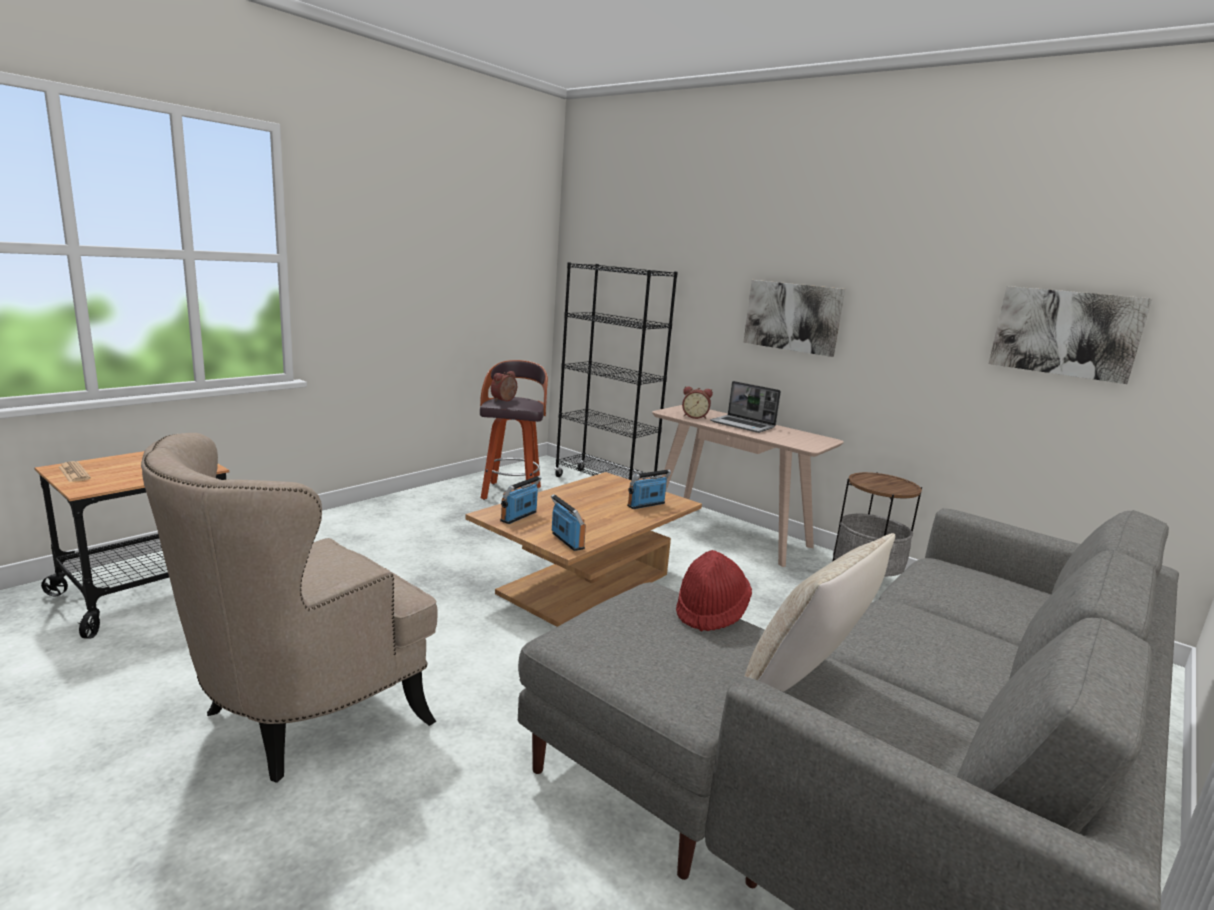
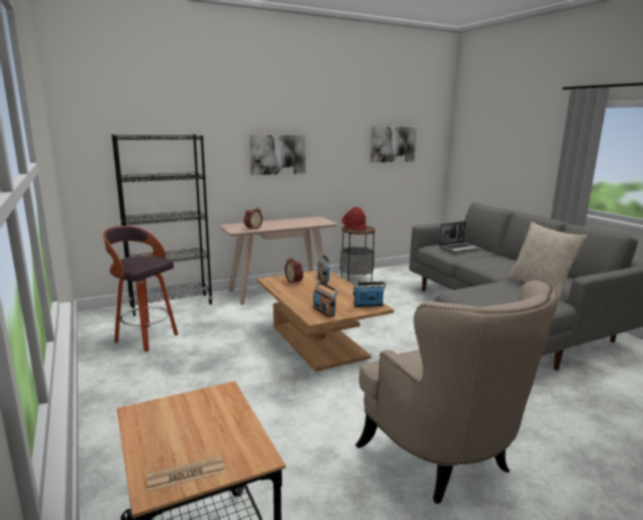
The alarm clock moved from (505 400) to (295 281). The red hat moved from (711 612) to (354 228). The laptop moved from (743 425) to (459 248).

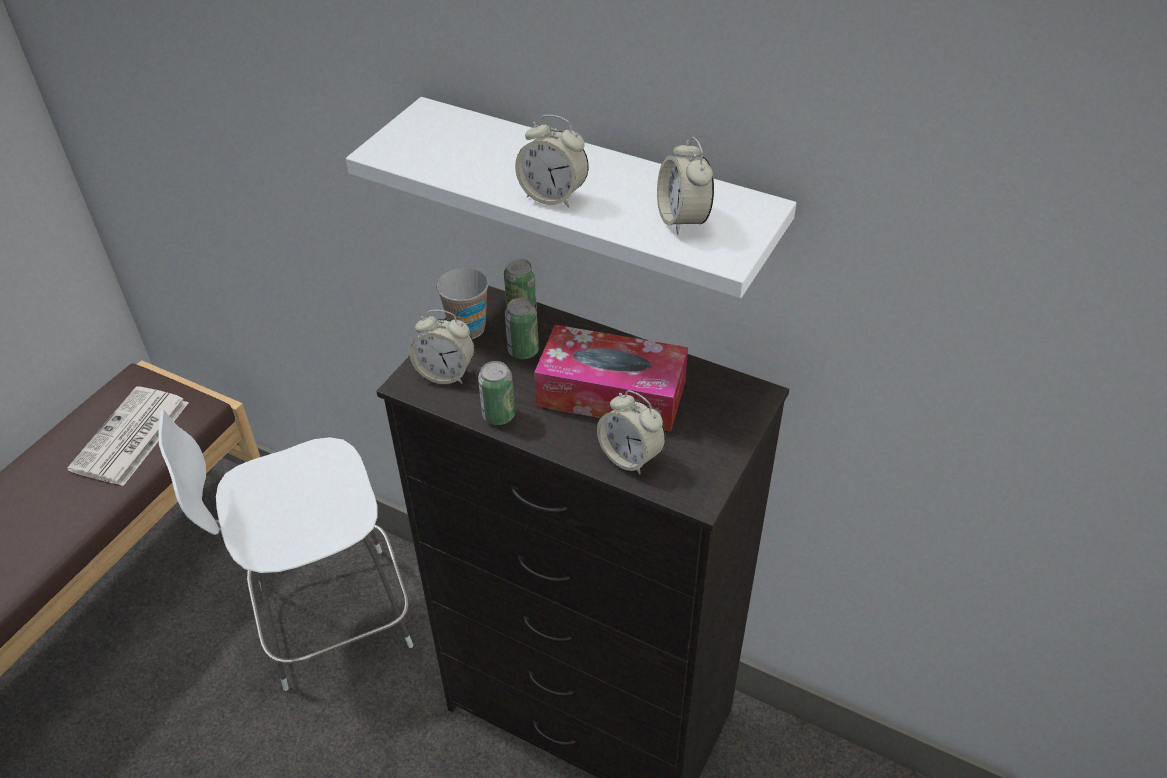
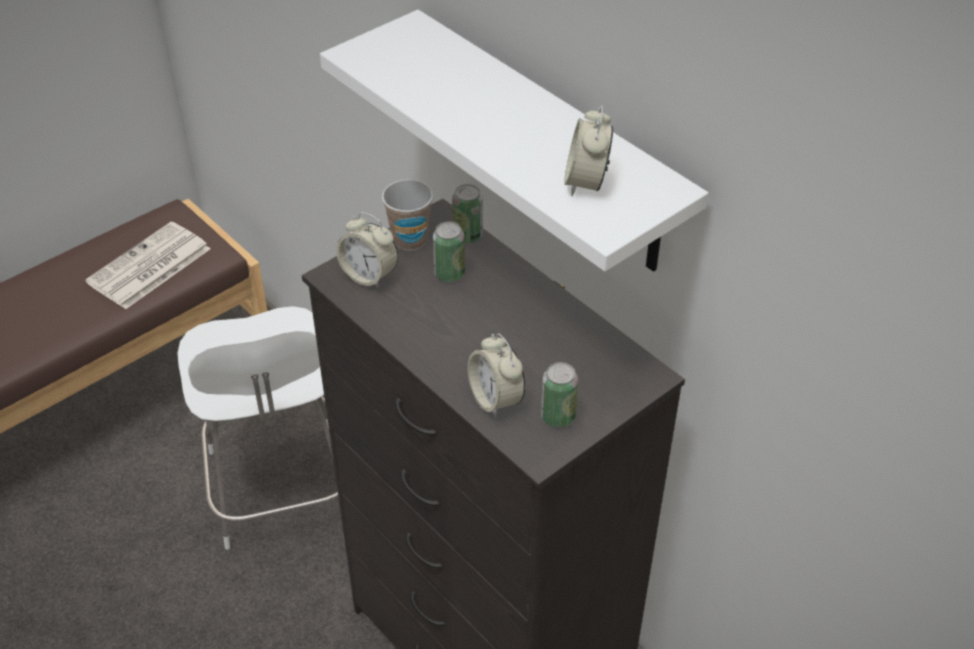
The alarm clock at (553 196) disappeared. The tissue box at (611 393) disappeared. The can moved from (499 415) to (558 416). The white chair at (328 618) turned 105 degrees counterclockwise.

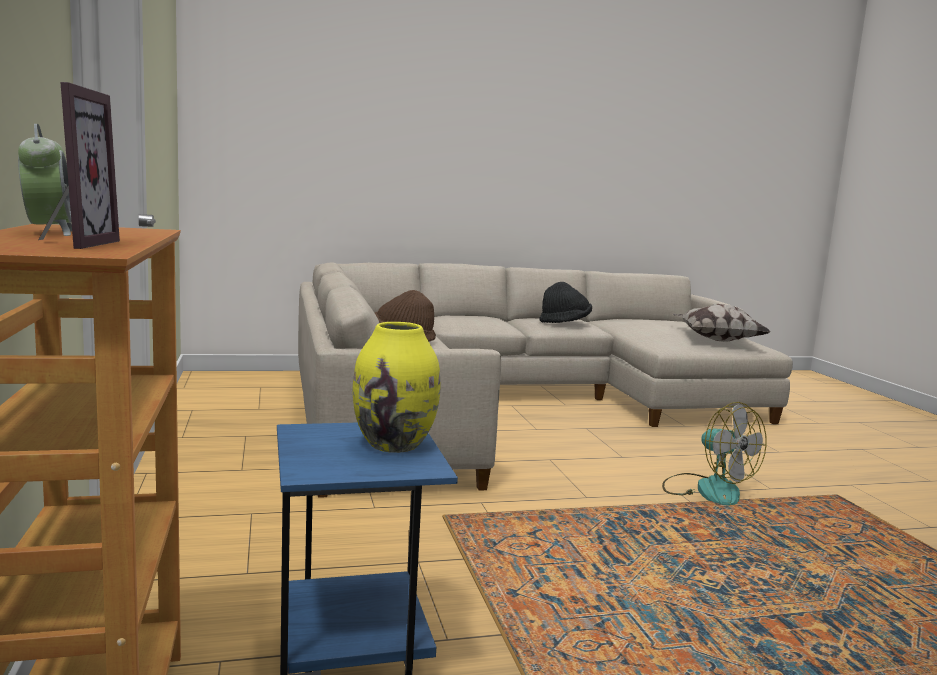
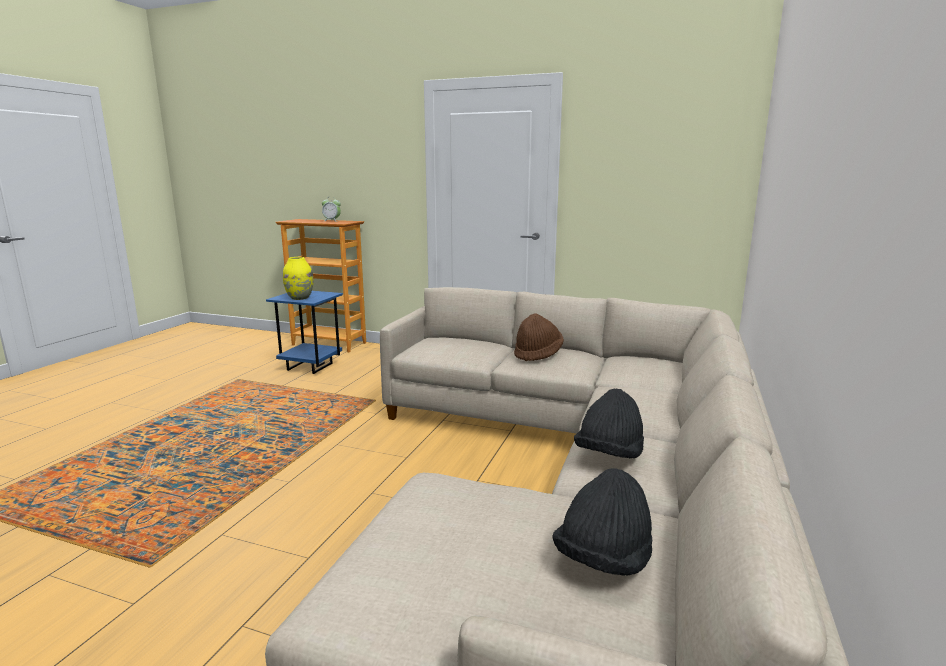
The picture frame at (71 243) disappeared. The fan at (707 489) disappeared. The pillow at (716 340) disappeared. The black hat at (603 560) appeared.

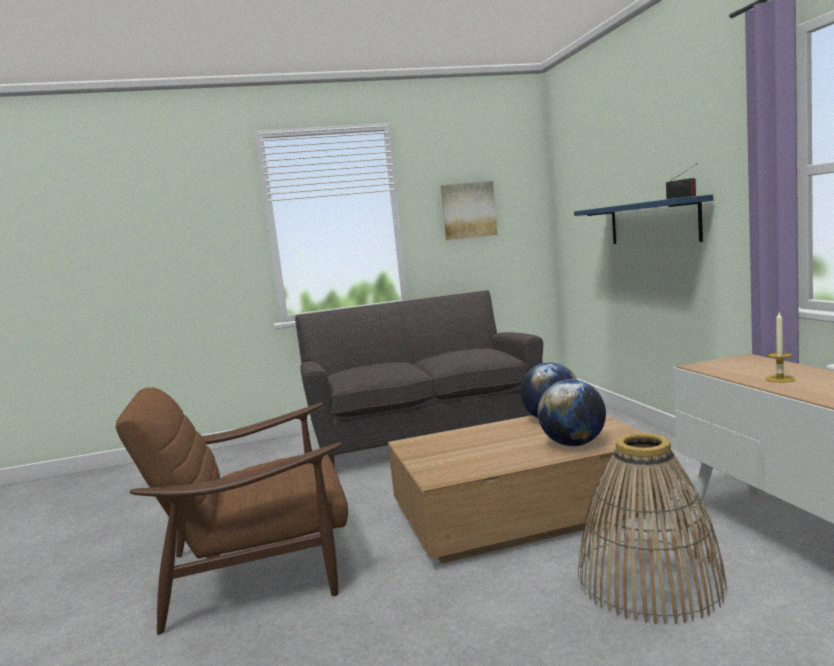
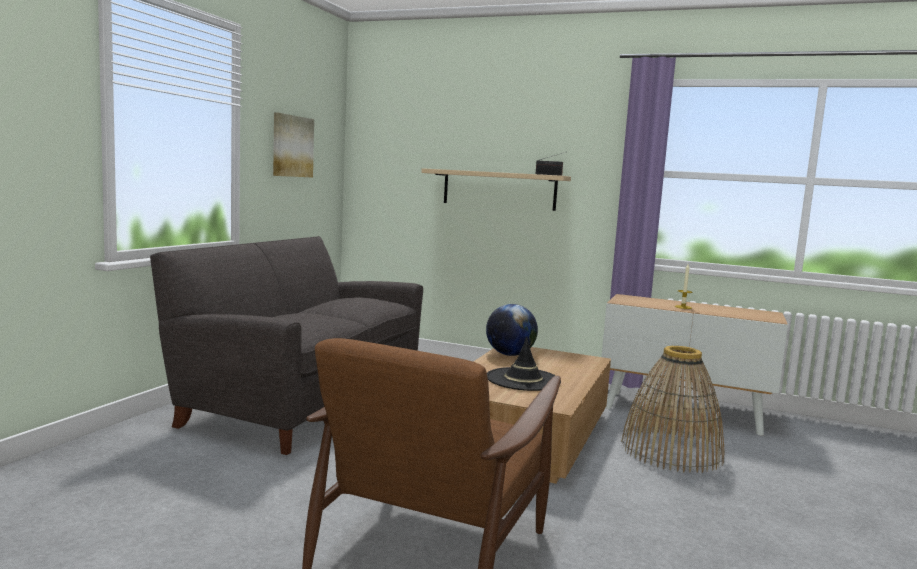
The globe at (573 444) disappeared. The black hat at (523 380) appeared. The blue shelf at (653 222) became the beige shelf at (499 189).

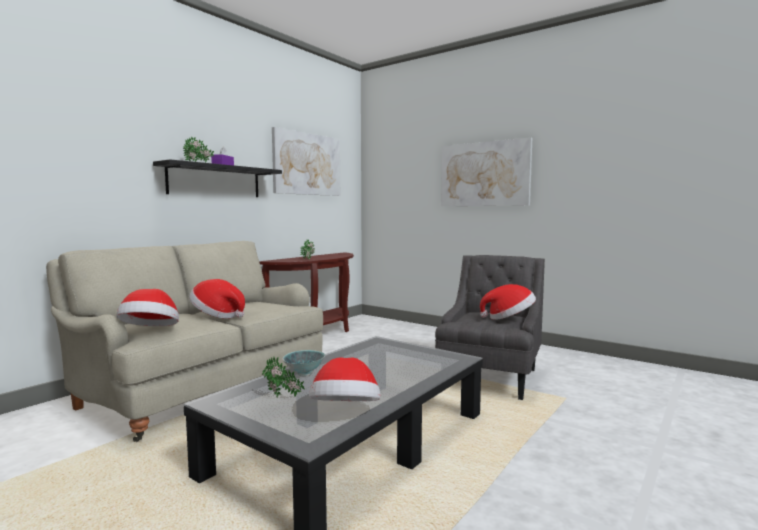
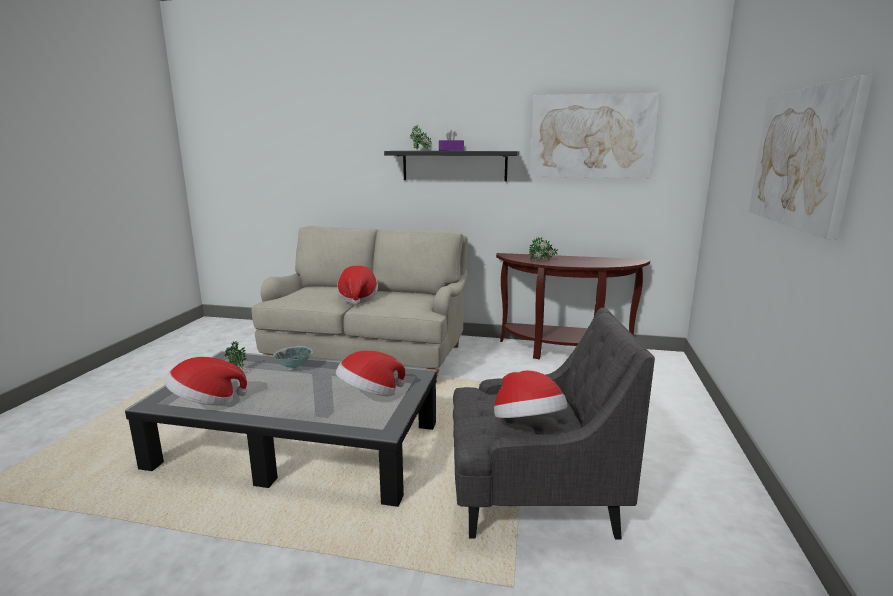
The hat moved from (151 331) to (370 395).

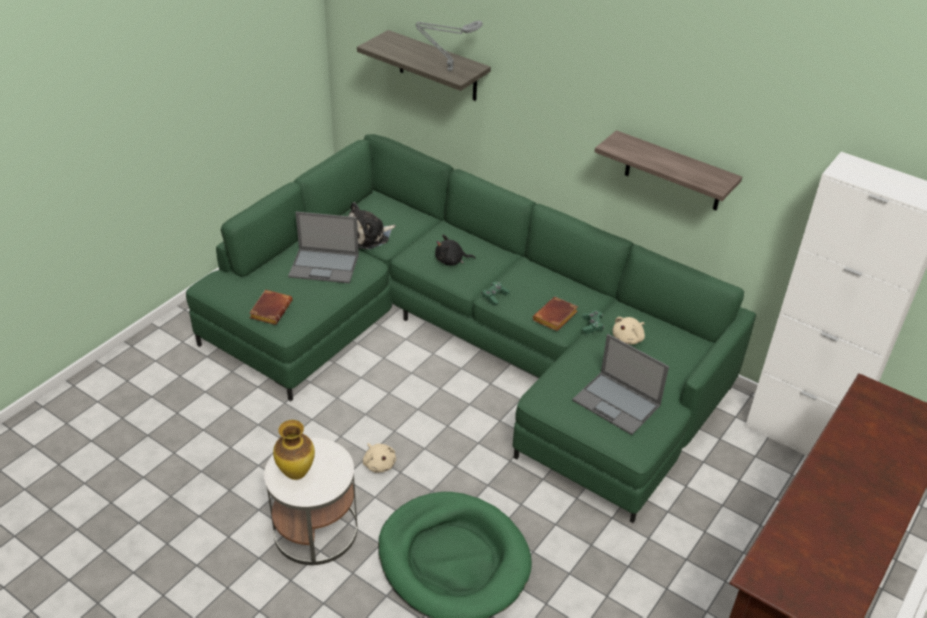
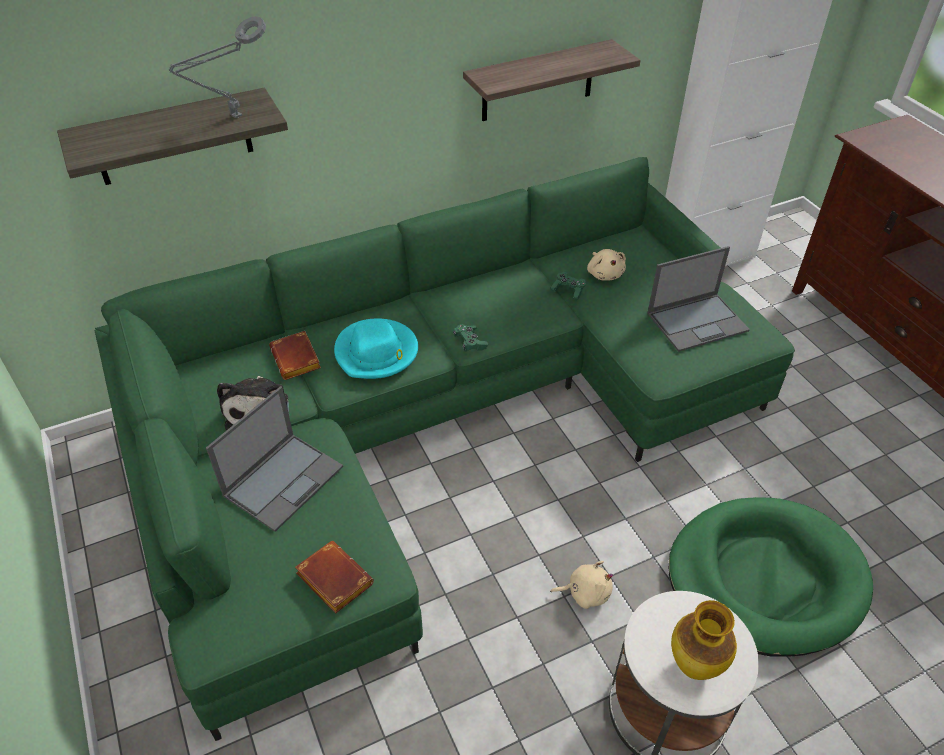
The brown book moved from (555 318) to (297 360). The black plush toy at (451 261) was replaced by the turquoise hat at (377 352).

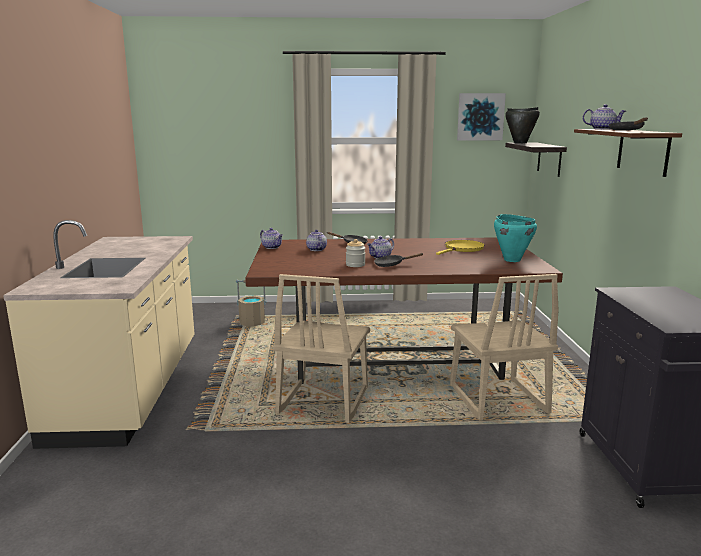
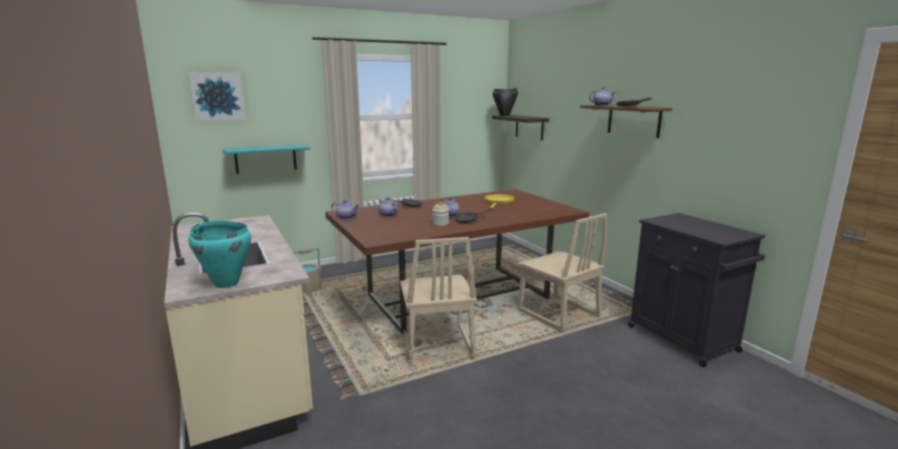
The turquoise shelf at (266 158) appeared. The picture moved from (480 117) to (217 96). The turquoise cooking pot moved from (512 260) to (226 283).

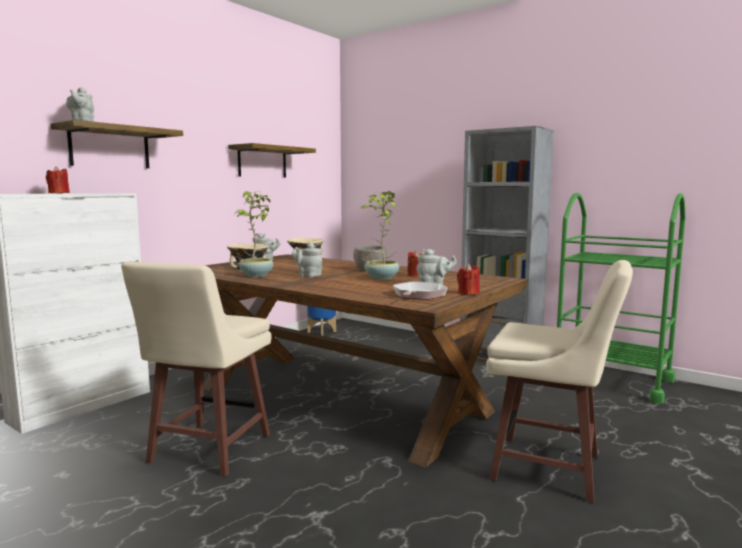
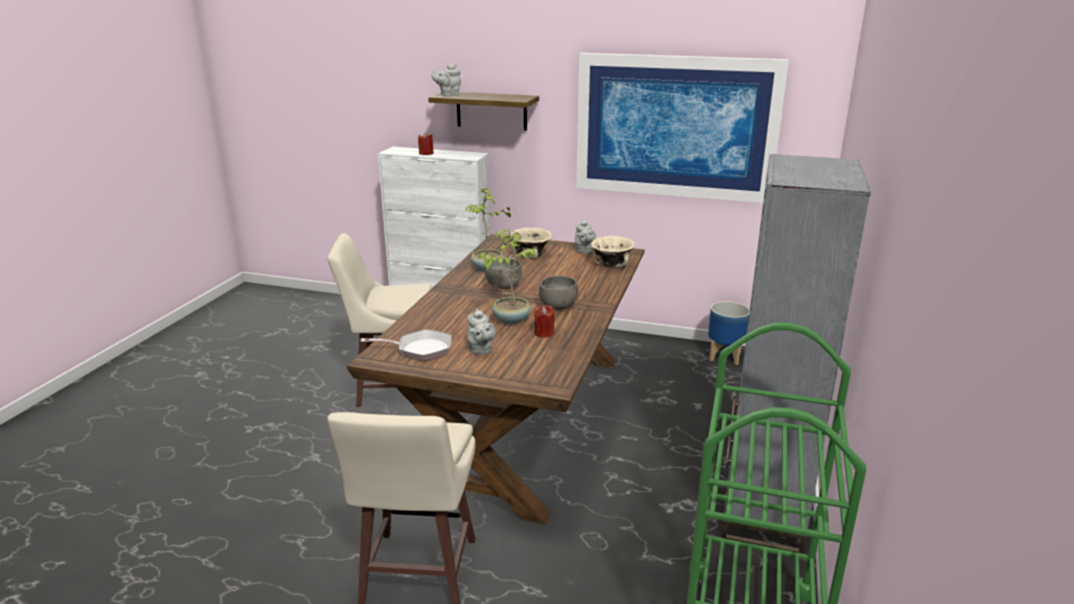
The red candle at (468 293) disappeared. The shelf at (262 162) was replaced by the picture at (675 127). The grey teapot at (308 275) was replaced by the grey bowl at (503 287).

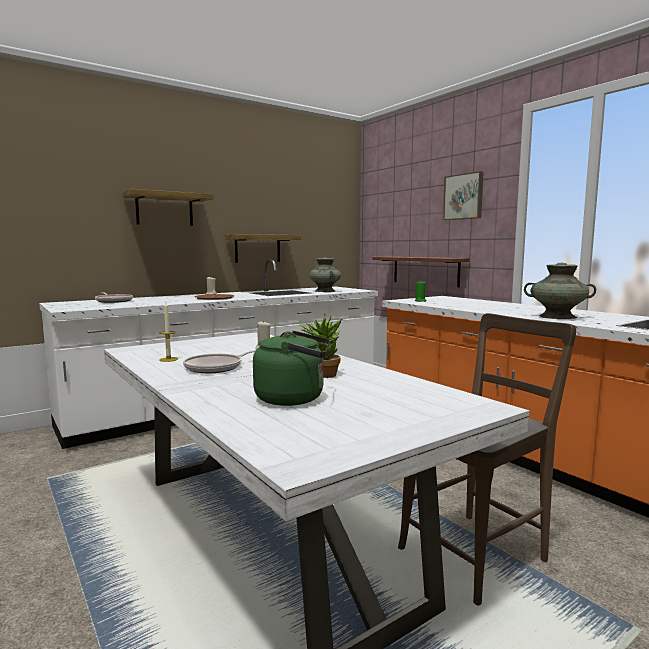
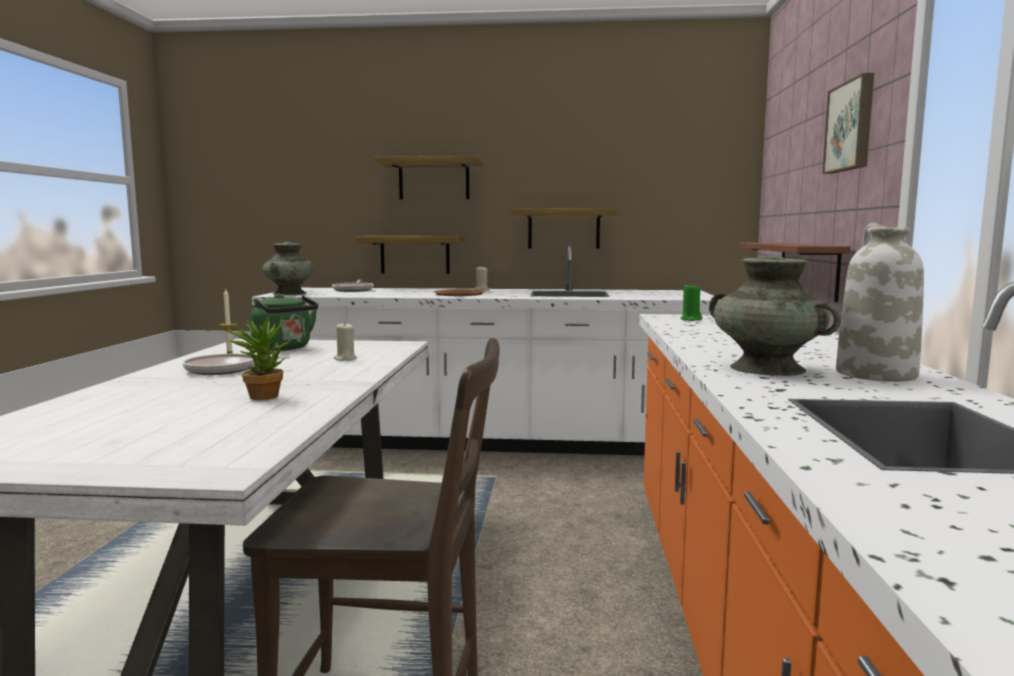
The shelf at (415 254) appeared. The white vase at (874 374) appeared. The green kettle moved from (294 398) to (284 348). The turquoise vase moved from (324 291) to (290 293).

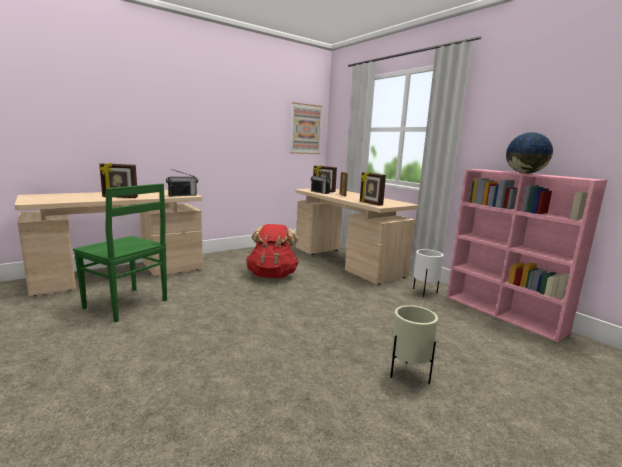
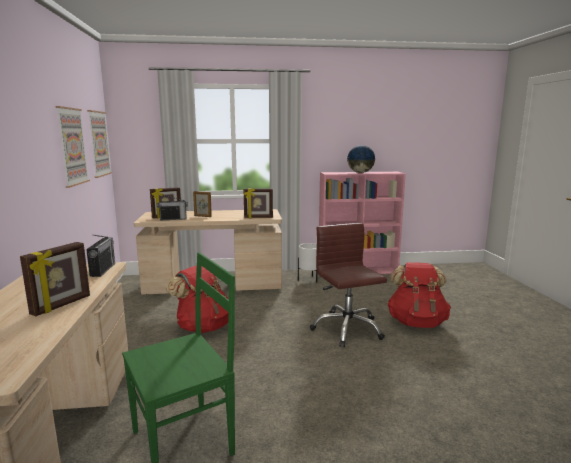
The picture at (72 146) appeared. The brown office chair at (347 329) appeared. The beige planter at (409 375) was replaced by the red backpack at (416 322).

